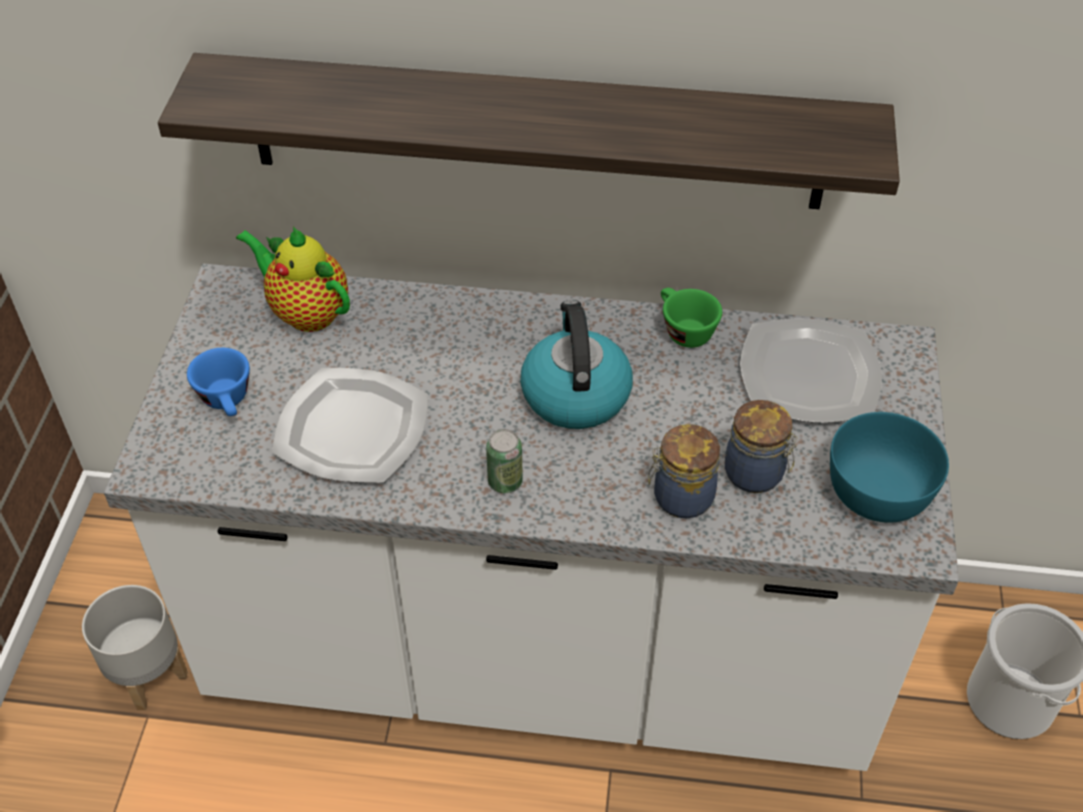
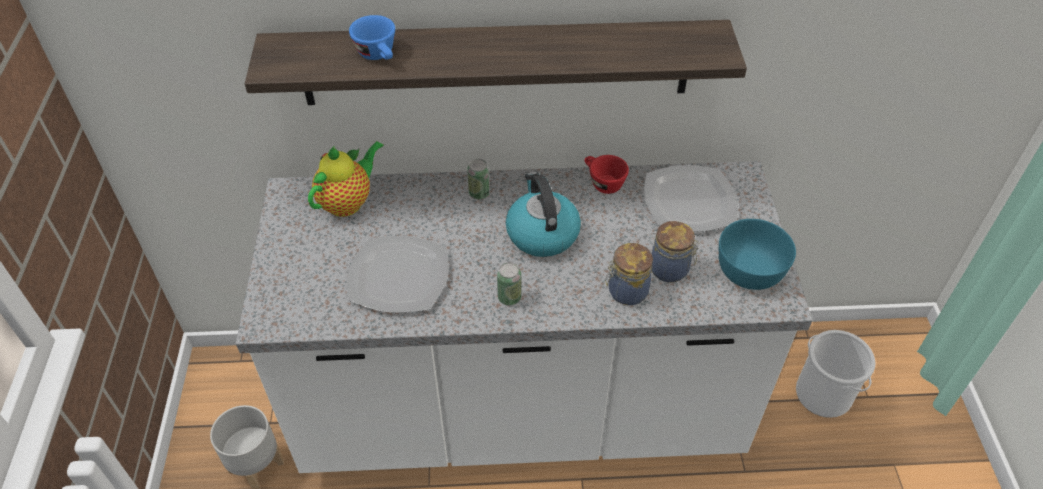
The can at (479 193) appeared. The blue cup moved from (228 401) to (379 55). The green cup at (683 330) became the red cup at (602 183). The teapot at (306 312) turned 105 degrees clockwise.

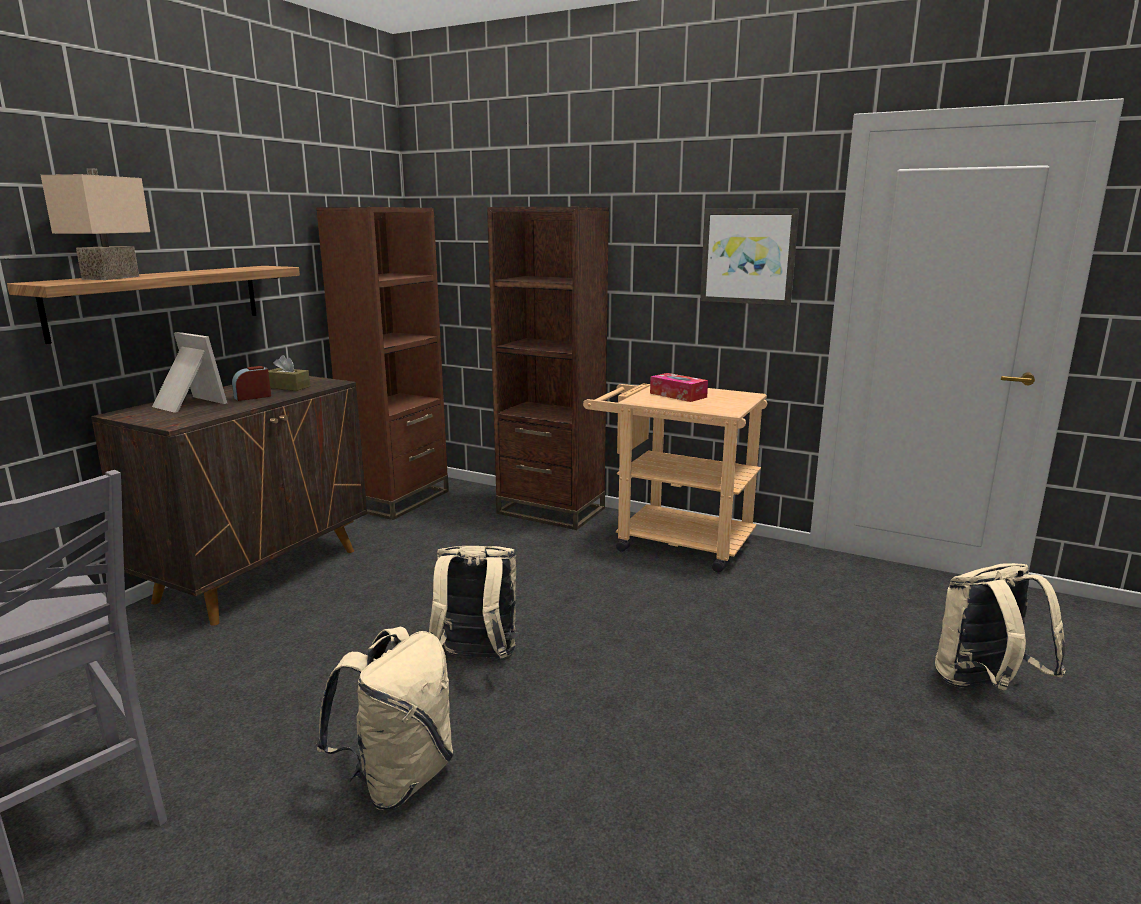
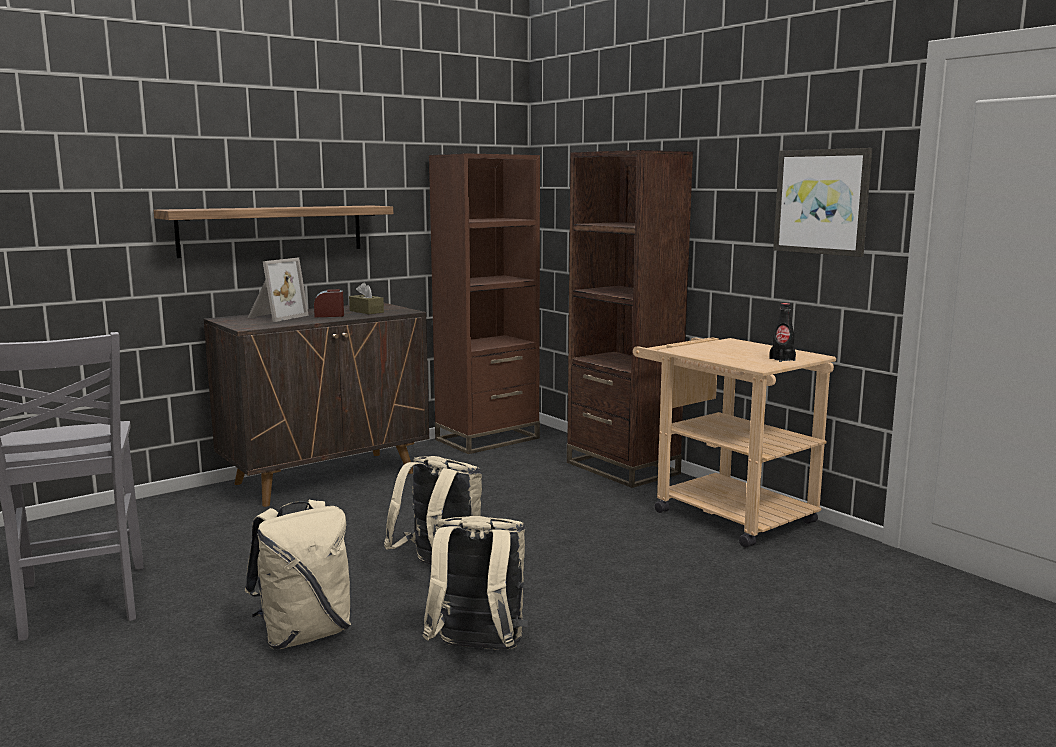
The beige table lamp at (109 278) disappeared. The tissue box at (678 395) disappeared. The black bottle at (782 359) appeared. The beige backpack moved from (983 686) to (477 651). The picture frame at (187 404) turned 60 degrees clockwise.

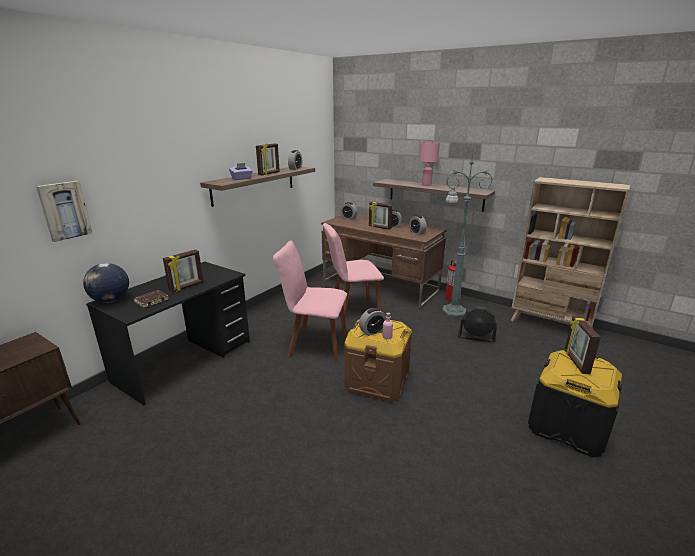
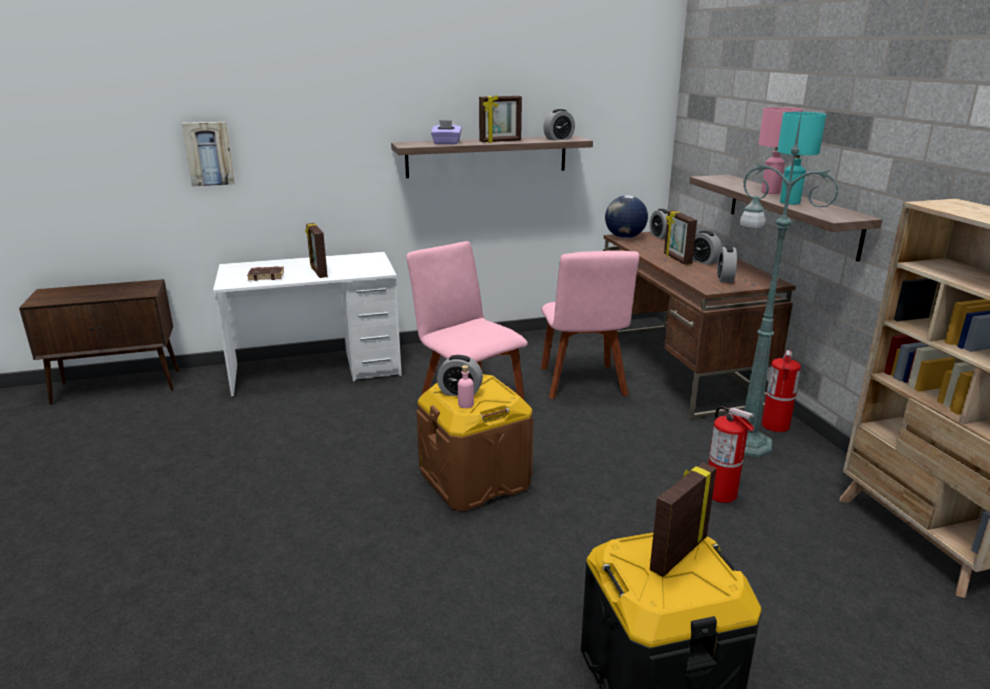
The turquoise table lamp at (790 202) appeared. The globe moved from (110 300) to (624 237). The black fan at (476 337) was replaced by the fire extinguisher at (721 494). The black desk at (185 361) became the white desk at (317 370). The picture frame at (187 287) turned 75 degrees clockwise. The pink chair at (352 309) turned 120 degrees counterclockwise.

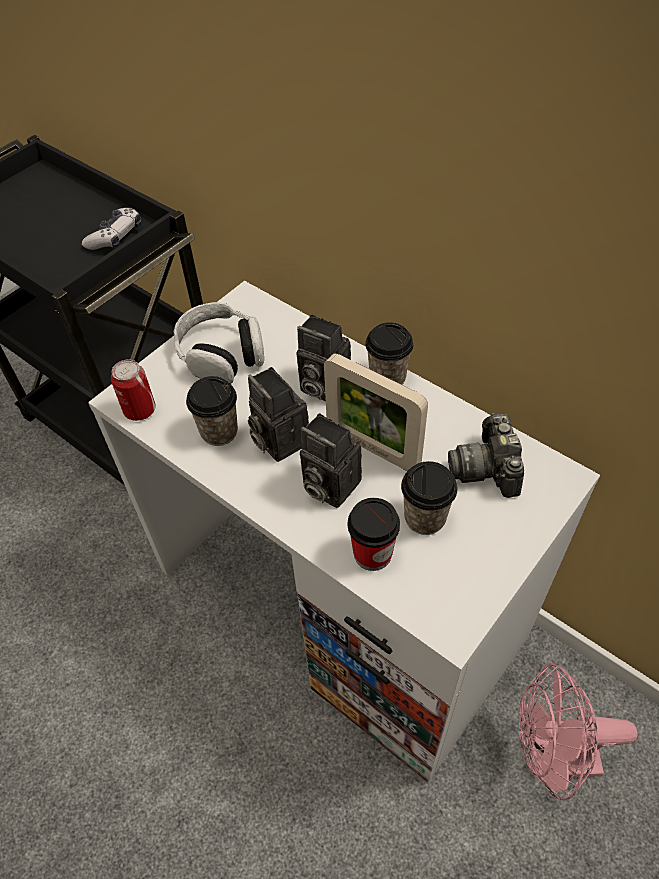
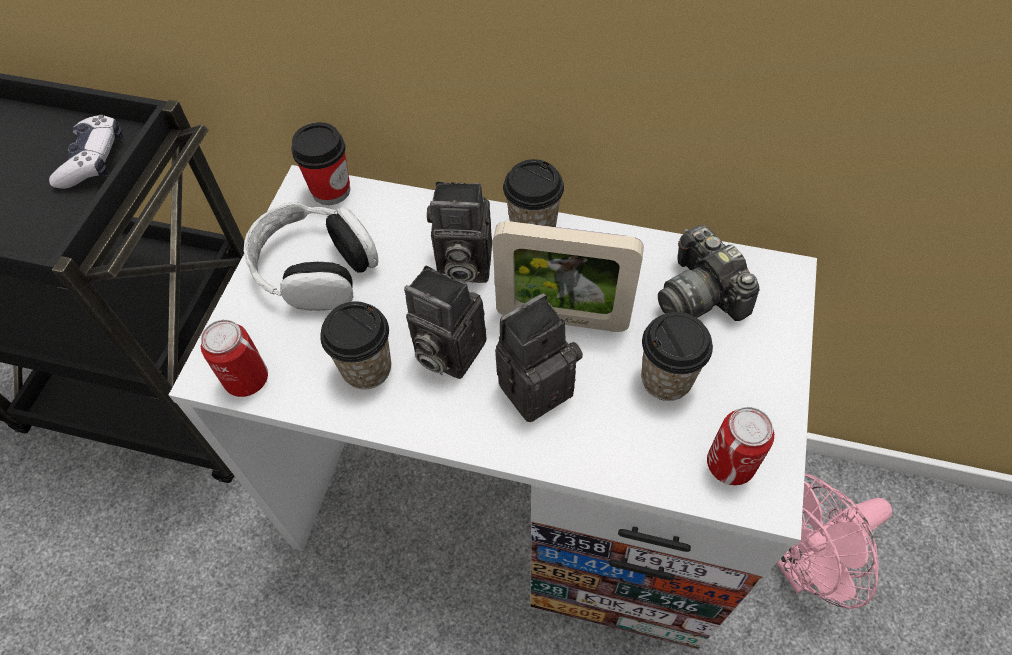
The can at (730 464) appeared. The cup moved from (372 553) to (331 190). The photo camera at (327 485) turned 135 degrees clockwise.

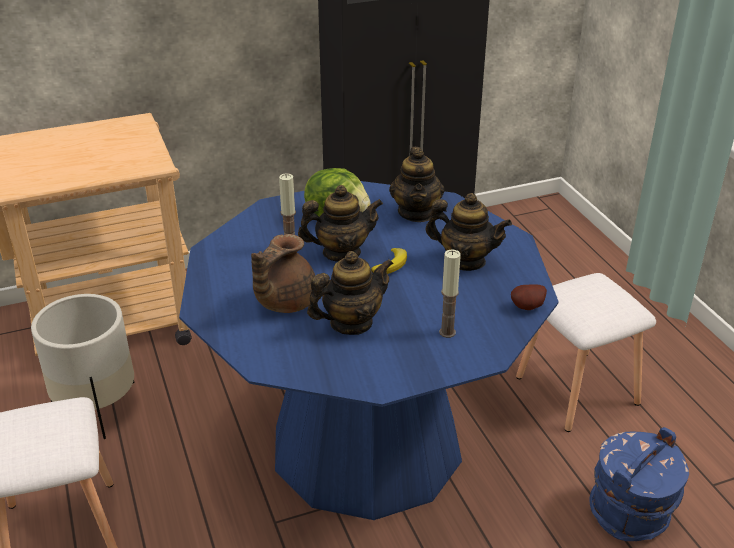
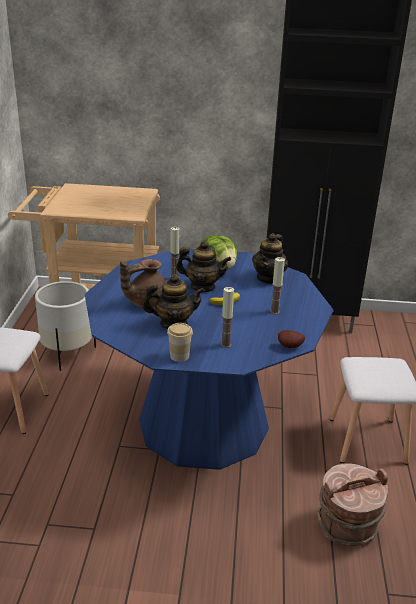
The cup at (179 356) appeared. The teapot at (465 261) was replaced by the candle at (274 311). The blue bucket at (630 514) became the brown bucket at (347 526).

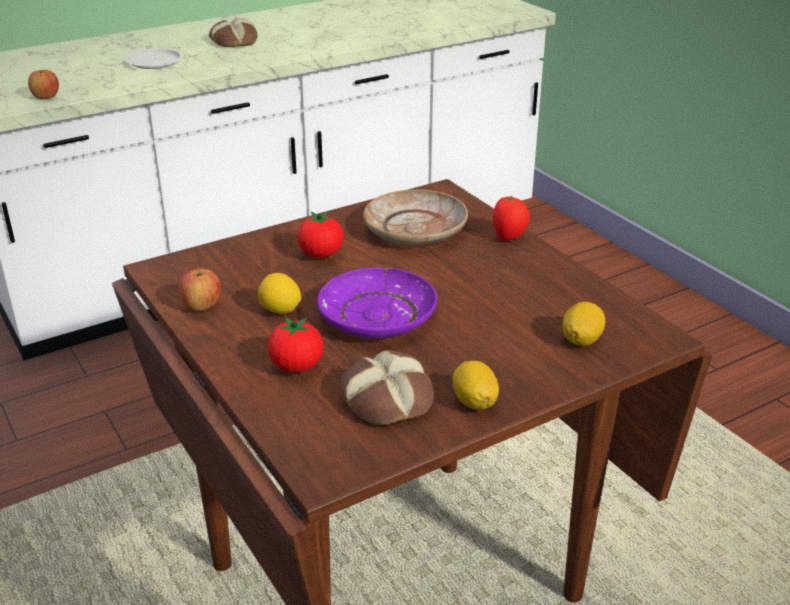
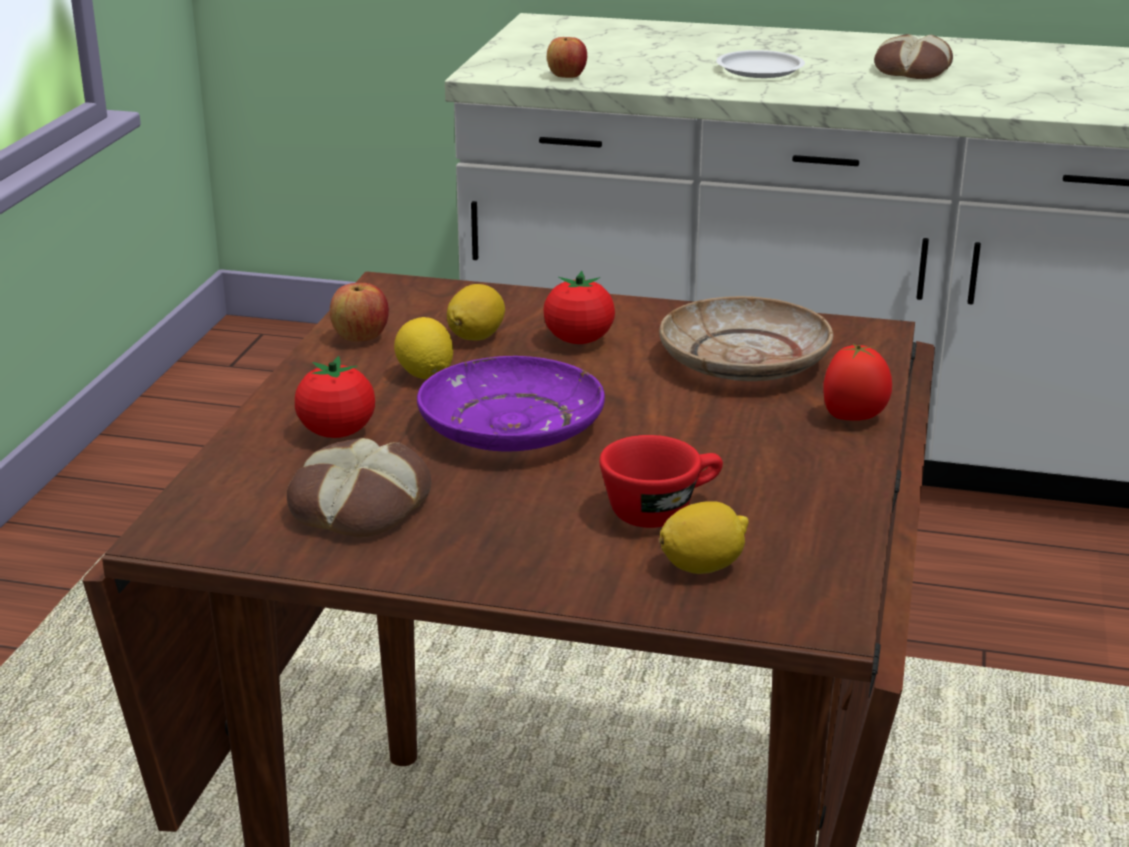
The red cup at (661 510) appeared. The lemon moved from (474 402) to (476 336).

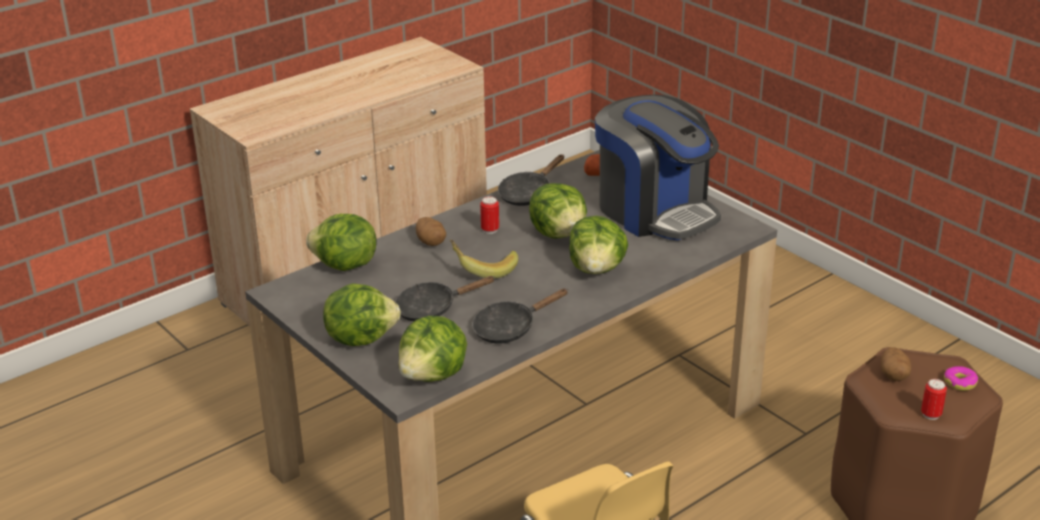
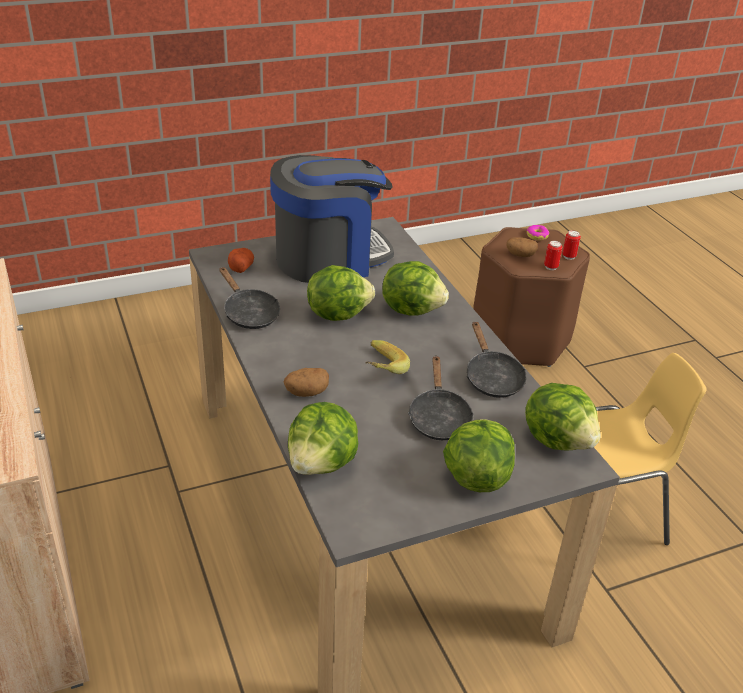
The can moved from (490 230) to (551 267).

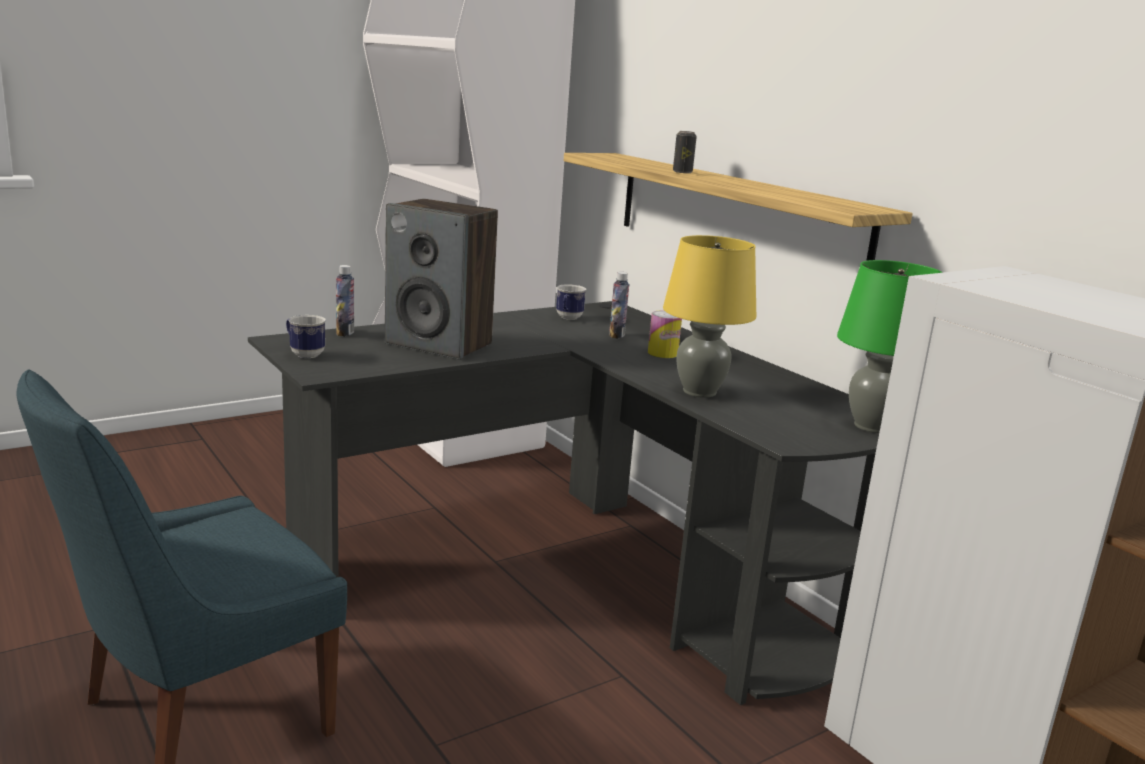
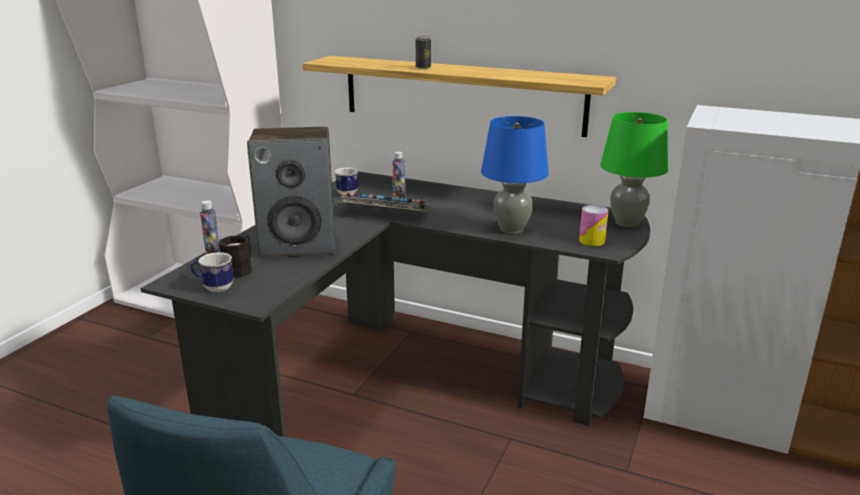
The black mug at (240 268) appeared. The keyboard at (381 214) appeared. The can moved from (662 353) to (592 241). The yellow table lamp at (700 392) became the blue table lamp at (512 229).

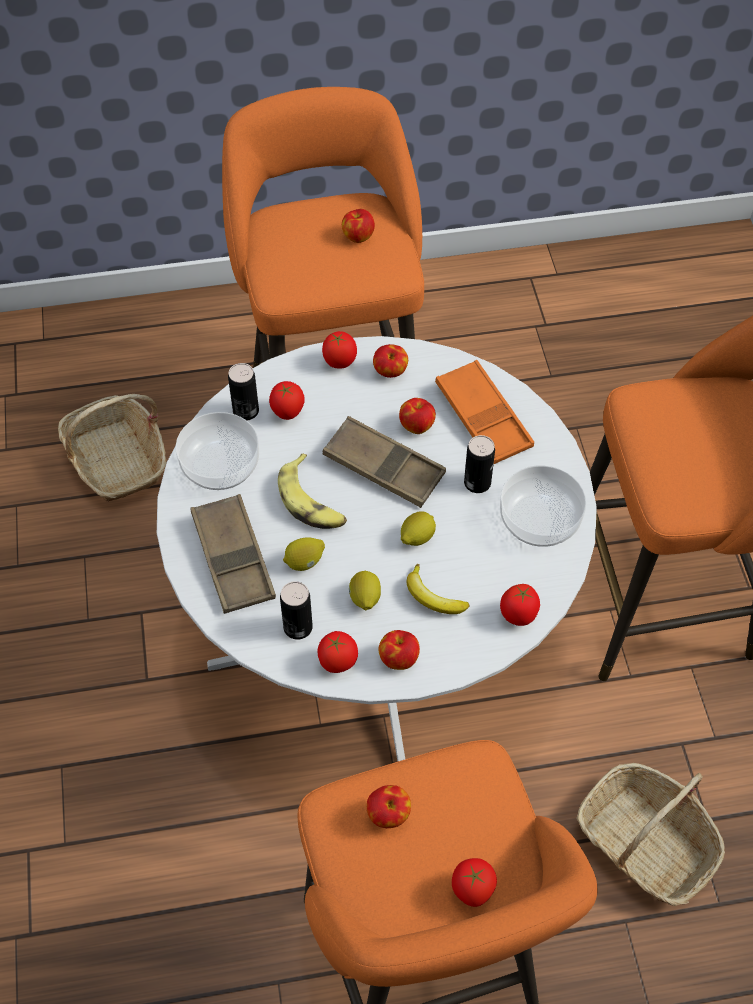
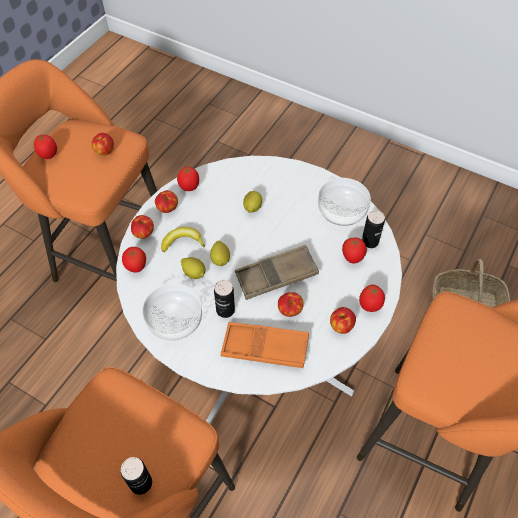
The brown tray at (233 558) disappeared. The banana at (312 501) disappeared. The basket at (645 843) disappeared. The can moved from (298 627) to (141 483). The apple moved from (358 236) to (144 233). The lemon moved from (364 598) to (194 273).

